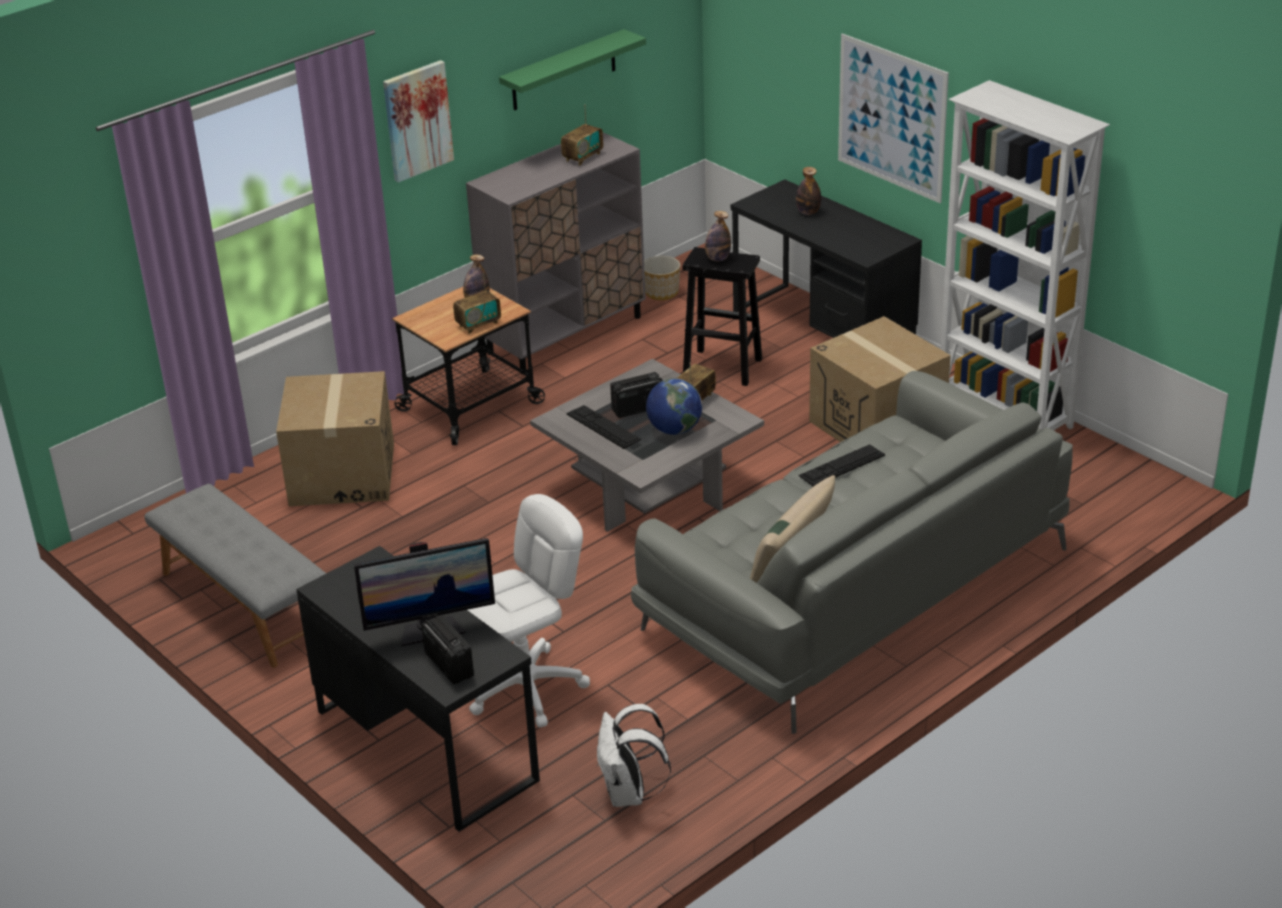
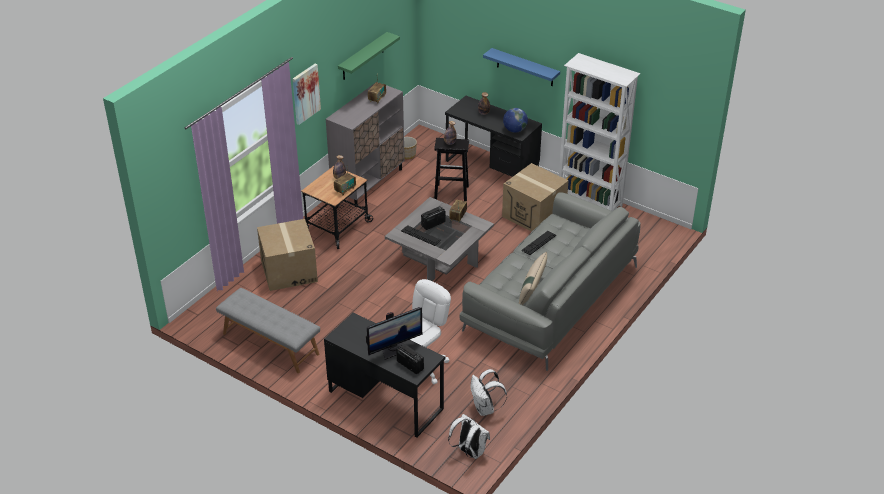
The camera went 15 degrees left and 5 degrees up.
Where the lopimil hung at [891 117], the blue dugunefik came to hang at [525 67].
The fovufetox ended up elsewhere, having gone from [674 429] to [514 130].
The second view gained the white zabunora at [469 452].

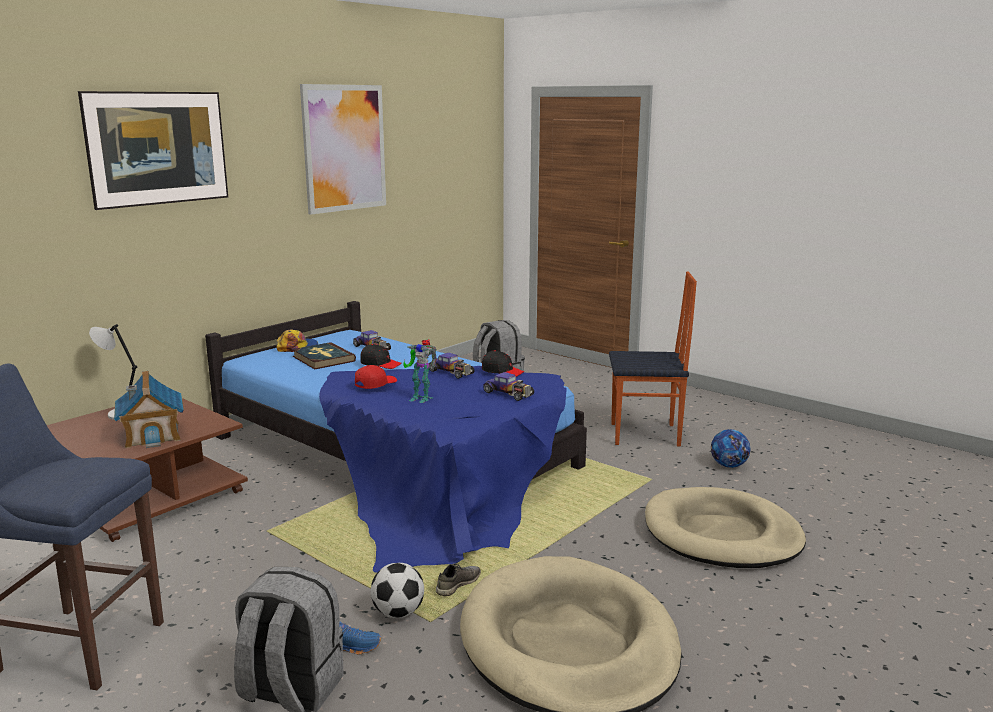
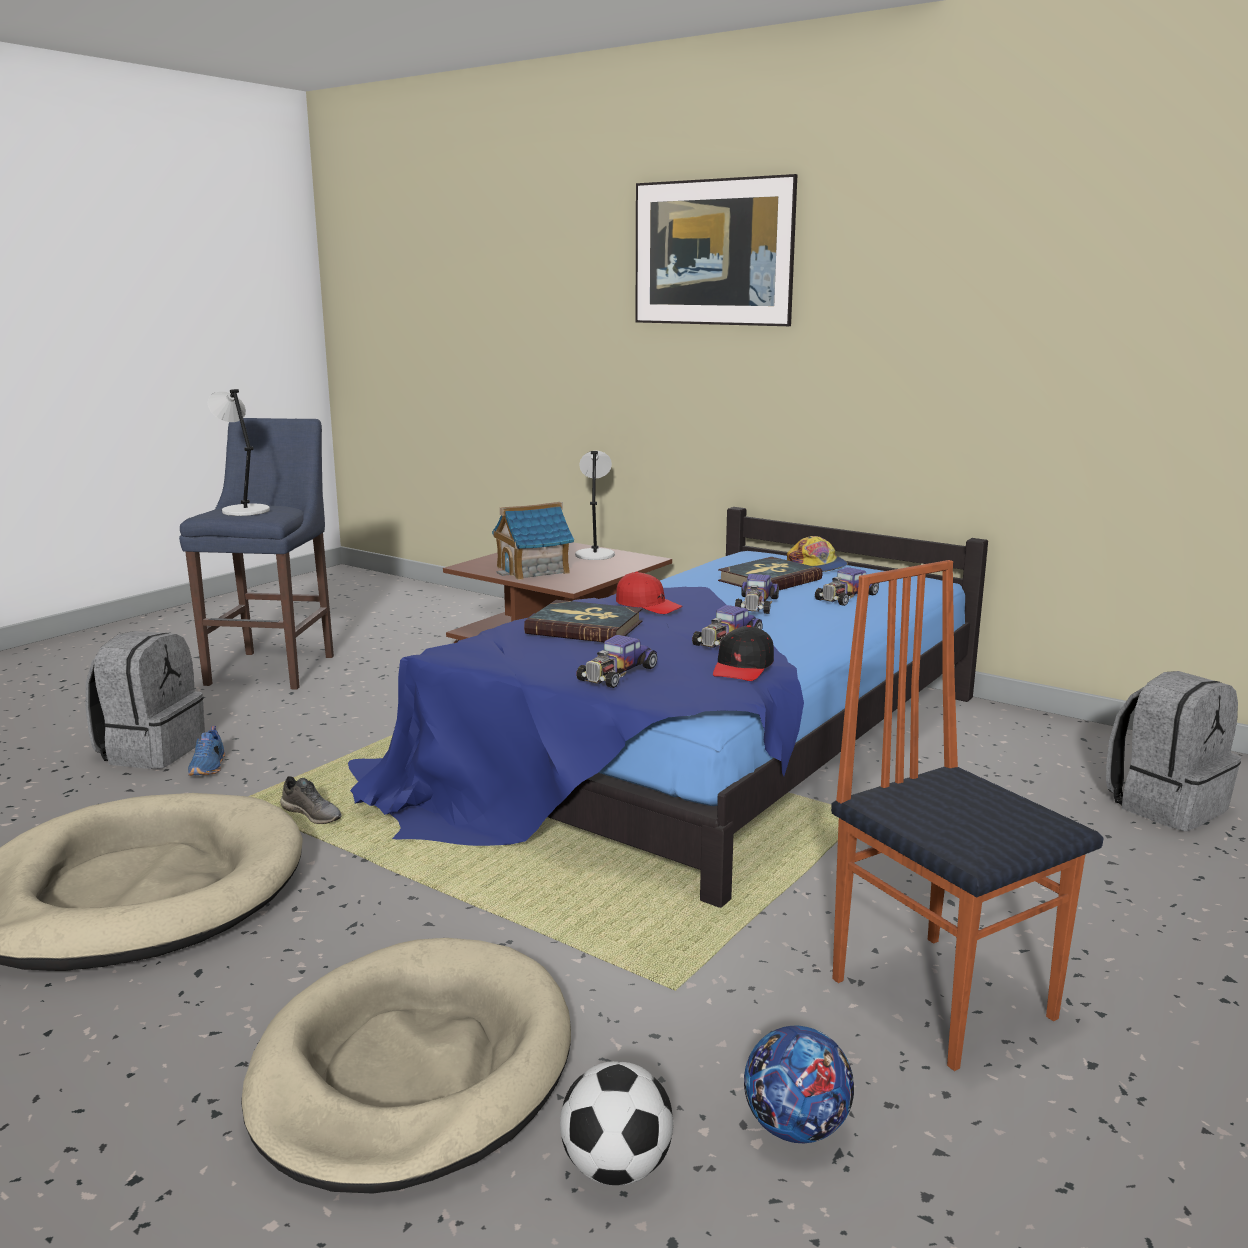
The camera went 85 degrees right and 0 degrees up.
The second view lost the lopimil at [344 148].
The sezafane at [646 435] ended up facing another way, 150 degrees clockwise from before.
Where the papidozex stood at [420 397], the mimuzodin came to stand at [585 627].
Where the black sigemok stood at [380 364], the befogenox came to stand at [756 604].
The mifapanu ended up elsewhere, having gone from [398 613] to [617 1168].
The second view gained the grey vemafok at [244 511].

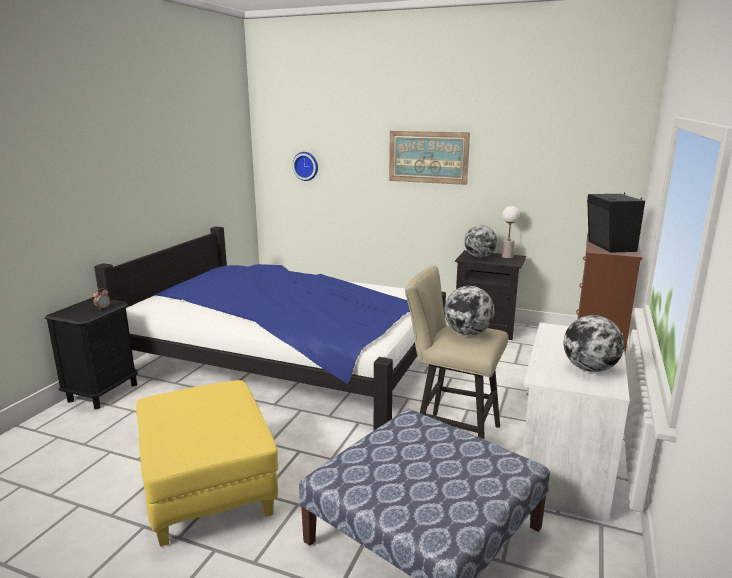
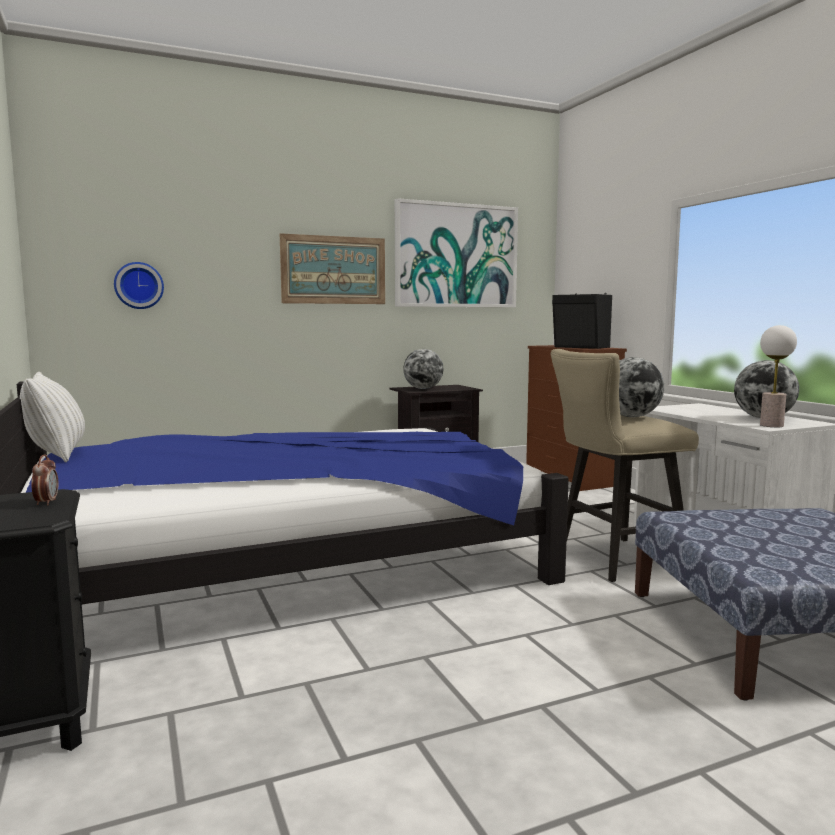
The camera went 45 degrees left and 10 degrees down.
The vemafok ended up elsewhere, having gone from [507 257] to [771 425].
The second view lost the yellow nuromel at [207 488].
The second view gained the lopimil at [456 256].
The second view gained the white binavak at [57 454].

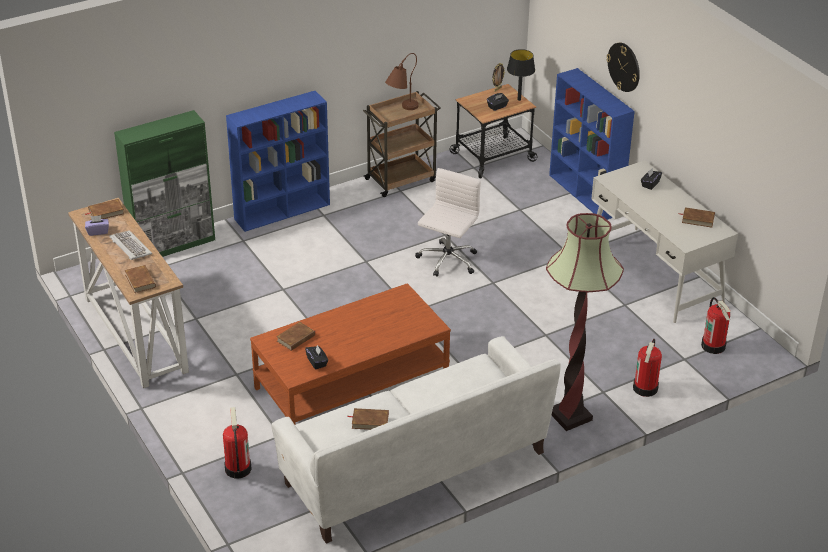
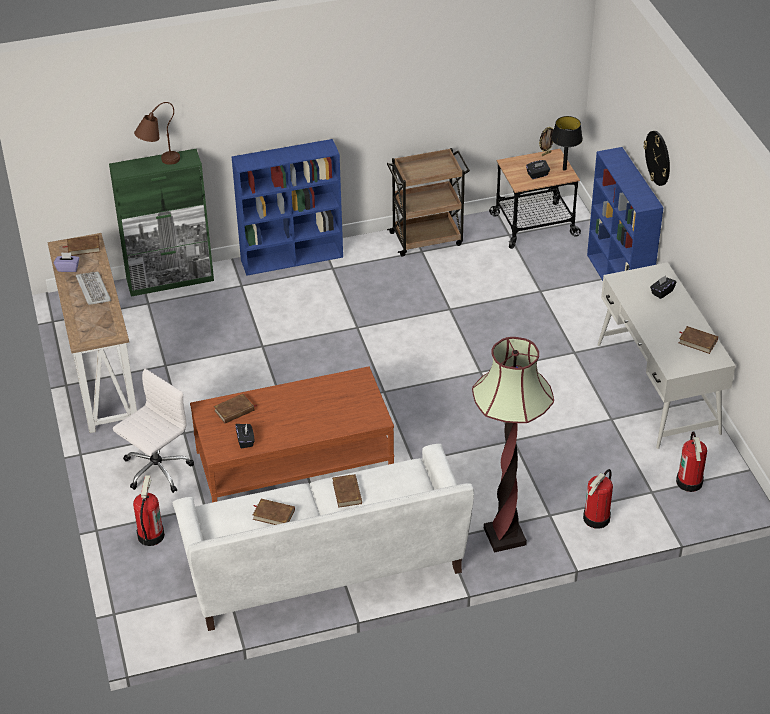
The camera went 15 degrees right and 5 degrees up.
The brown vemafok ended up elsewhere, having gone from [401 110] to [158 162].
The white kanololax ended up elsewhere, having gone from [447 261] to [156 470].
The brown mimuzodin ended up elsewhere, having gone from [140 281] to [347 492].

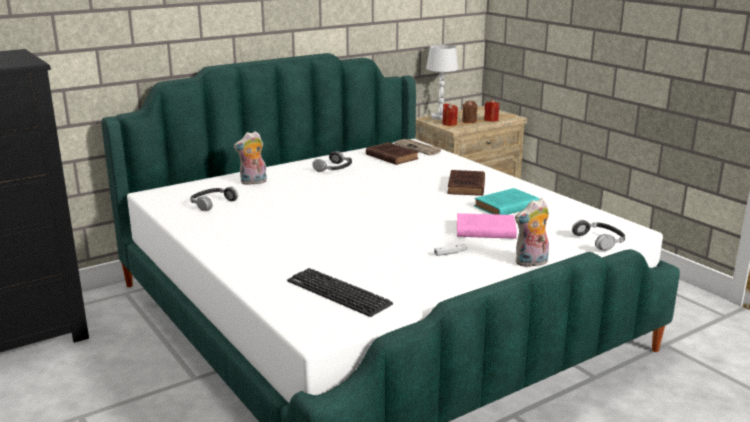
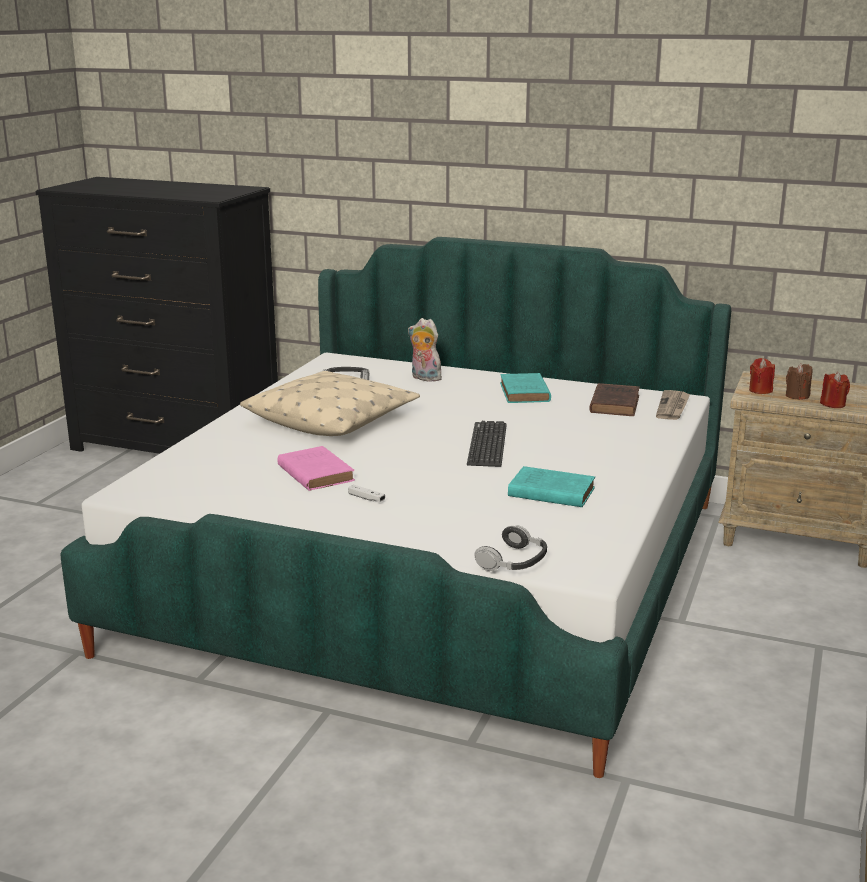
The camera went 55 degrees right and 0 degrees up.
The second view lost the white vemafok at [440 117].
Where the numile stood at [334 168], the turquoise mimuzodin came to stand at [525 393].
The second view lost the brown mimuzodin at [466 187].
The second view lost the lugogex at [531 263].
The pink mimuzodin ended up elsewhere, having gone from [483 230] to [314 472].
The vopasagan ended up elsewhere, having gone from [338 293] to [487 445].
The second view gained the beige binavak at [332 420].

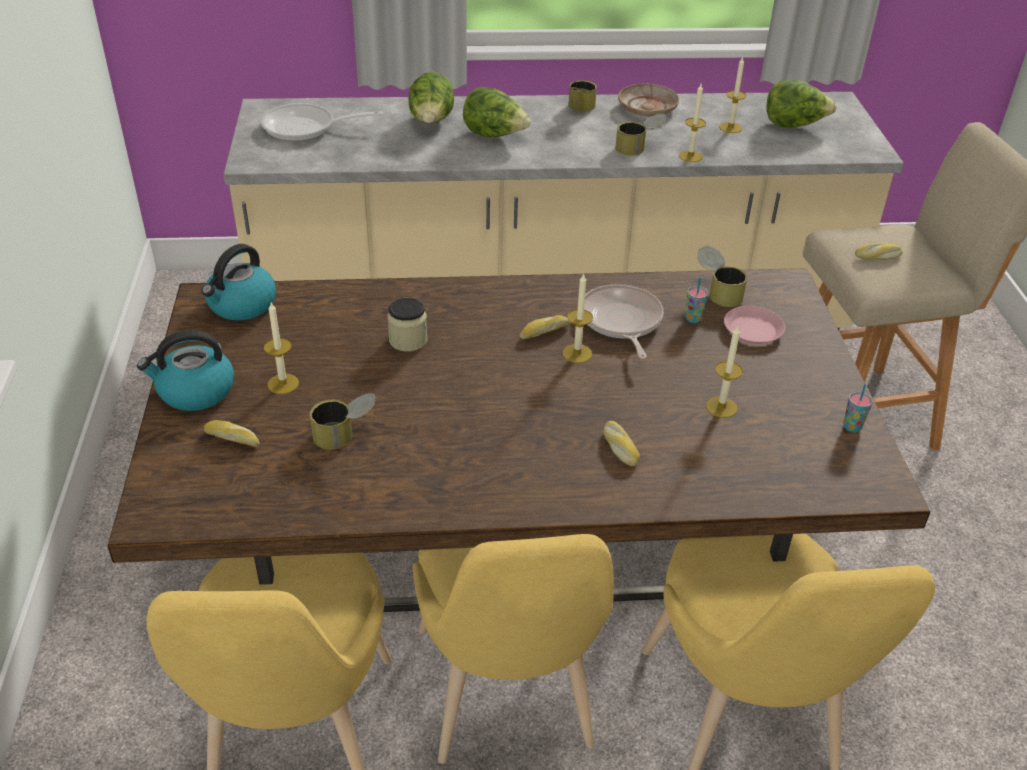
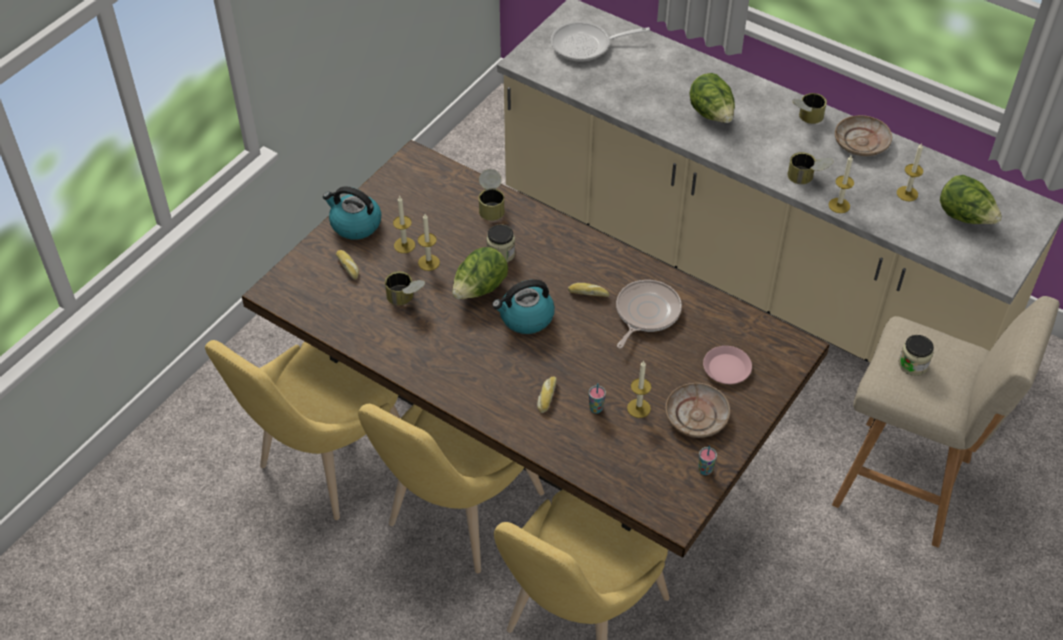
The camera went 40 degrees right and 10 degrees up.
The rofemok ended up elsewhere, having gone from [432 122] to [480 290].
The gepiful at [306 128] ended up facing another way, 45 degrees counterclockwise from before.
Where the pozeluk stood at [878 257], the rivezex came to stand at [913 364].
The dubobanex ended up elsewhere, having gone from [241 305] to [525 318].
The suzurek ended up elsewhere, having gone from [718 292] to [491 205].
The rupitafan ended up elsewhere, having gone from [577 353] to [429 262].
The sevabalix ended up elsewhere, having gone from [693 319] to [596 408].
The second view gained the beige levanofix at [697 416].

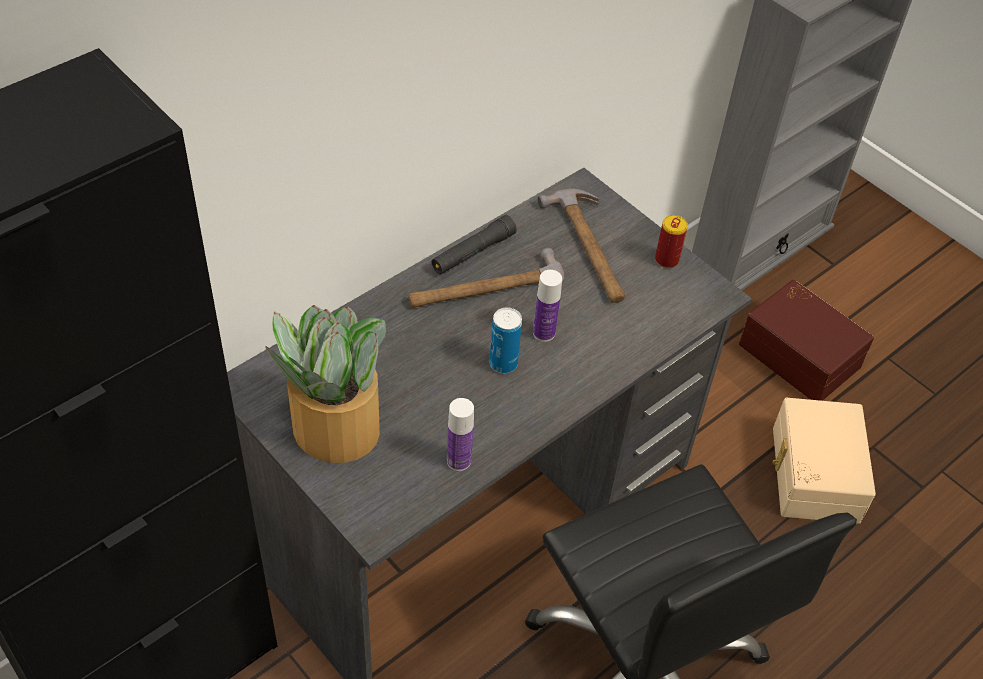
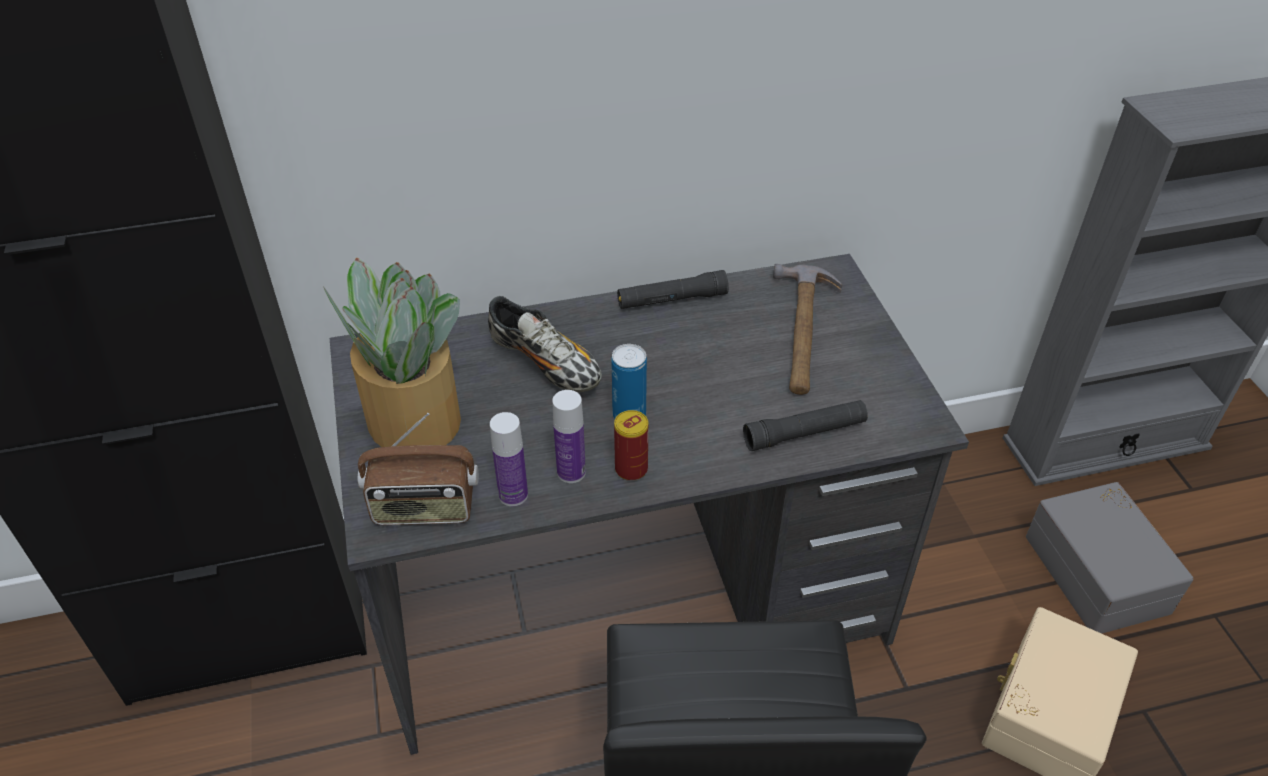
The camera went 30 degrees right and 5 degrees down.
The suzurek ended up elsewhere, having gone from [666 259] to [631 469].
The second view lost the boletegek at [486 291].
The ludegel ended up elsewhere, having gone from [544 333] to [571 472].
What was the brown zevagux at [801 354] turned into the grey zevagux at [1099 572].
The second view gained the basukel at [545 363].
The second view gained the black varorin at [805 433].
The second view gained the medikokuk at [424 508].

